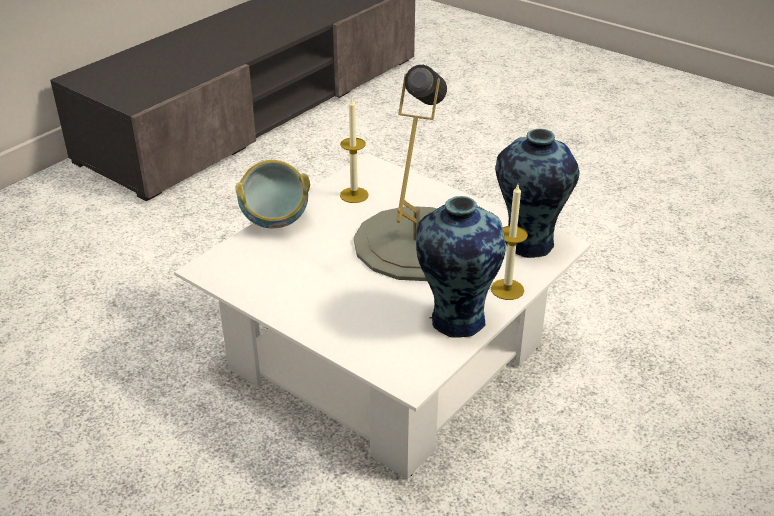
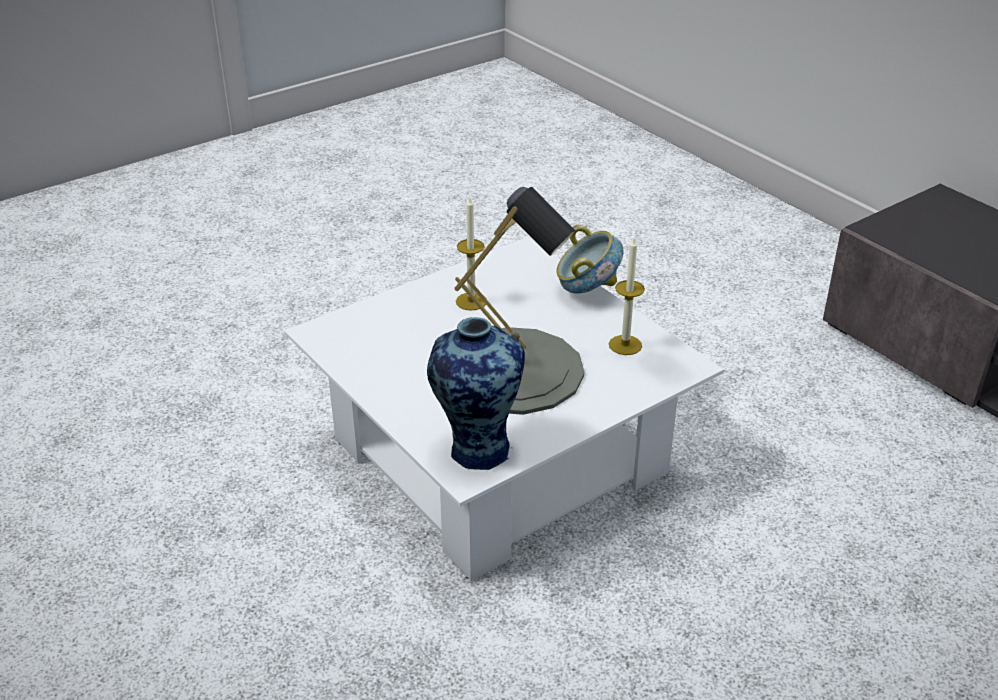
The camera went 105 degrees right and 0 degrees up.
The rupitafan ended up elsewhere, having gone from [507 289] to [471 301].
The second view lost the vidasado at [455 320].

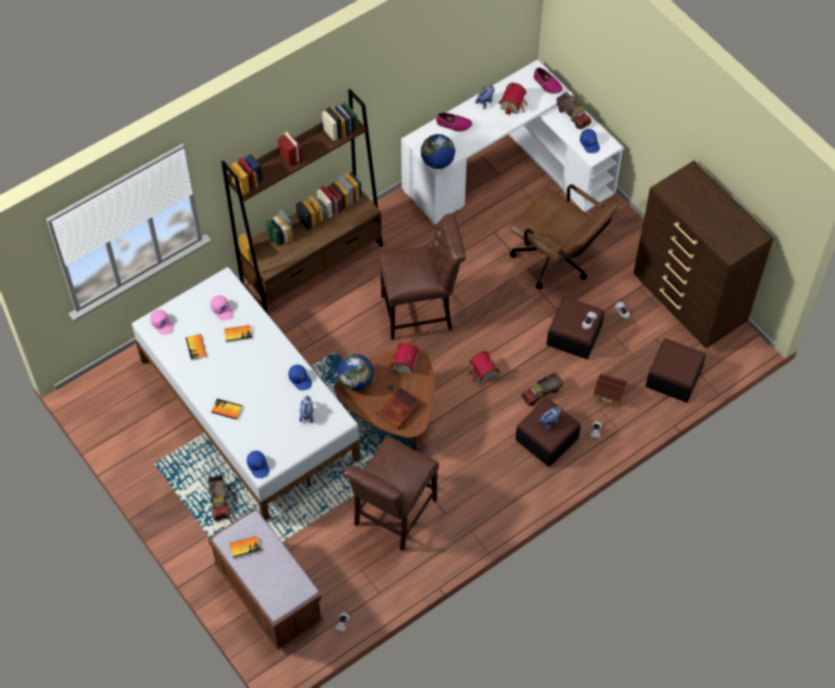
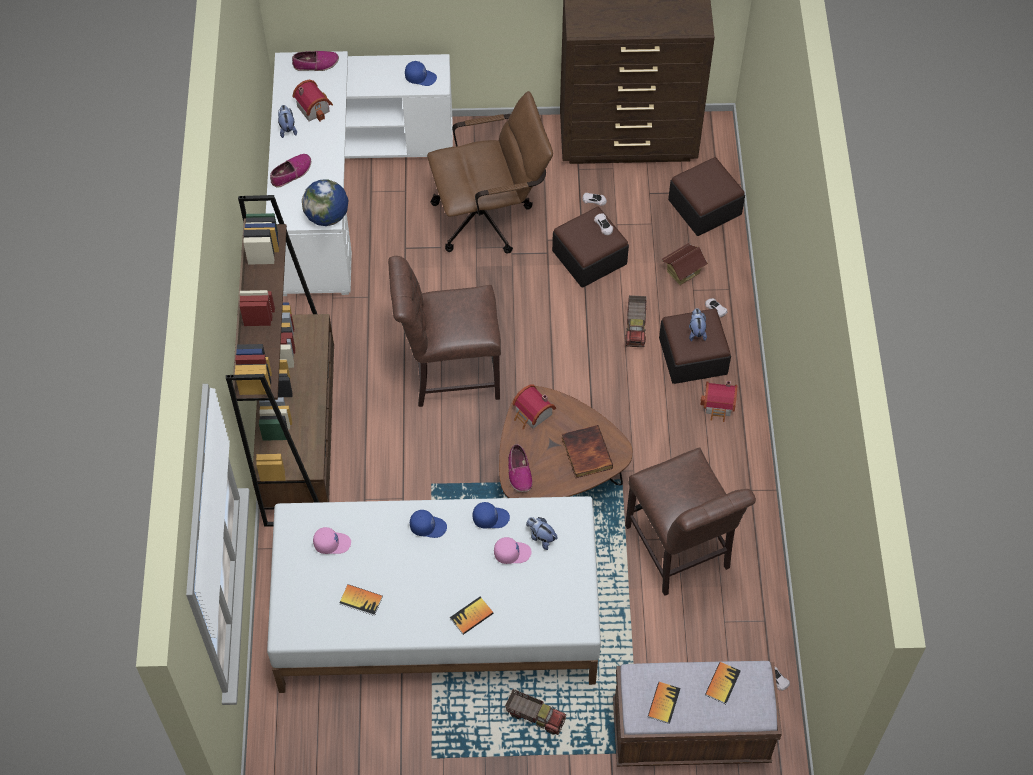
The camera went 55 degrees left and 0 degrees up.
The second view lost the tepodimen at [573 116].
The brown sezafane at [421 312] ended up facing another way, 120 degrees counterclockwise from before.
The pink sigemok ended up elsewhere, having gone from [162 324] to [512 552].
The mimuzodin ended up elsewhere, having gone from [238 334] to [722 683].
The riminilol ended up elsewhere, having gone from [482 373] to [719 406].
Where the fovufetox stood at [356 381], the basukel came to stand at [519 472].
The blue sigemok ended up elsewhere, having gone from [258 466] to [428 526].

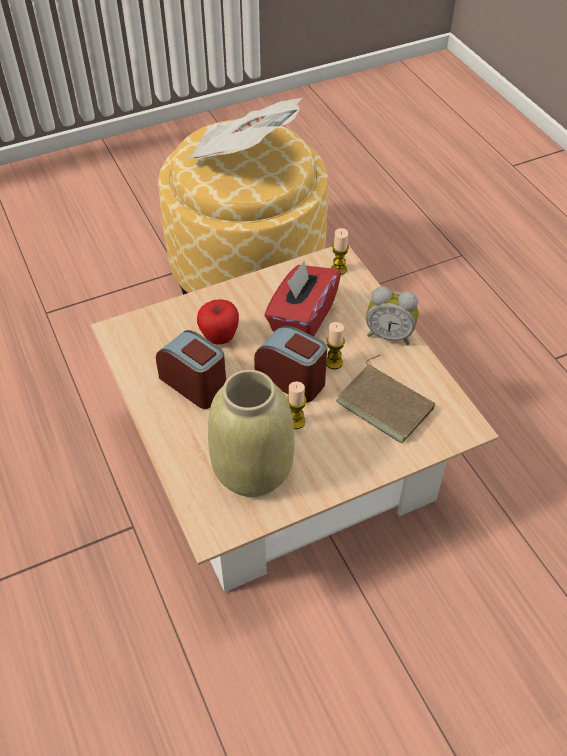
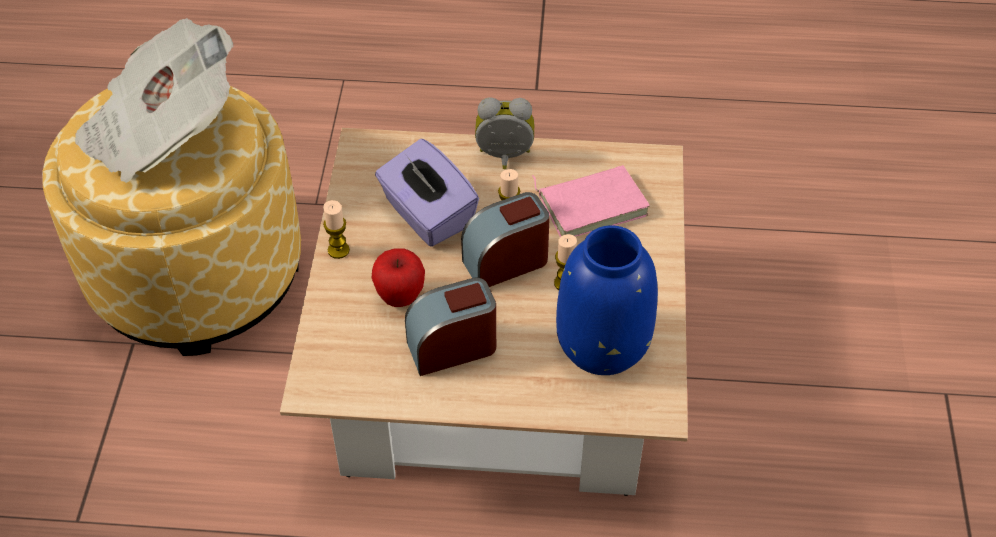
The camera went 60 degrees left and 0 degrees up.
The rupitafan ended up elsewhere, having gone from [338 269] to [338 250].
What was the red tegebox at [302 318] turned into the purple tegebox at [427 215].
The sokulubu at [389 335] ended up facing another way, 135 degrees counterclockwise from before.
What was the brown mimuzodin at [386 404] turned into the pink mimuzodin at [592 203].
What was the beige vidasado at [253 469] turned into the blue vidasado at [602 343].

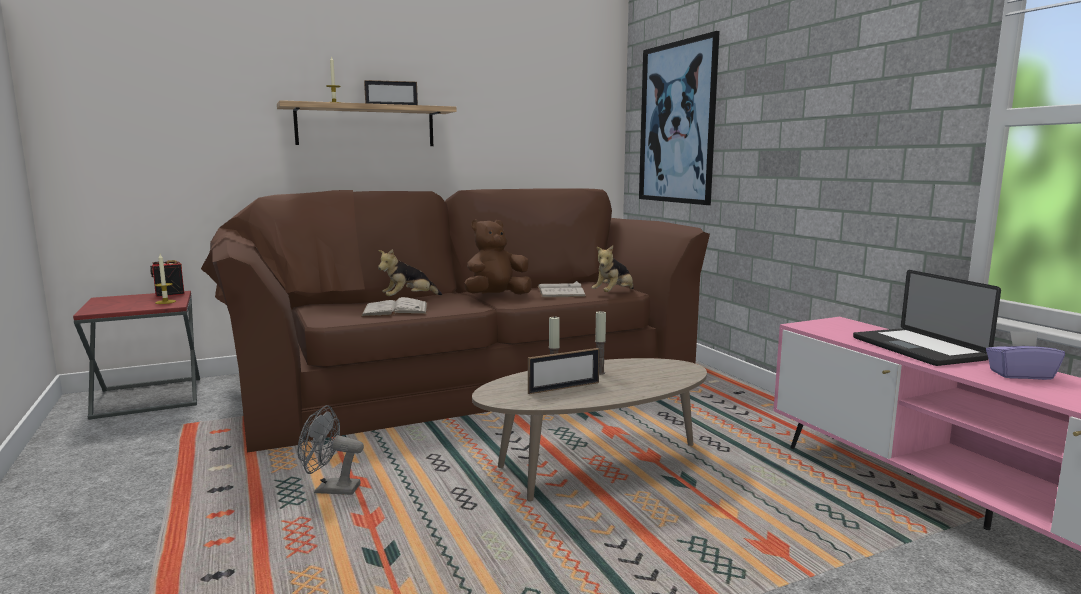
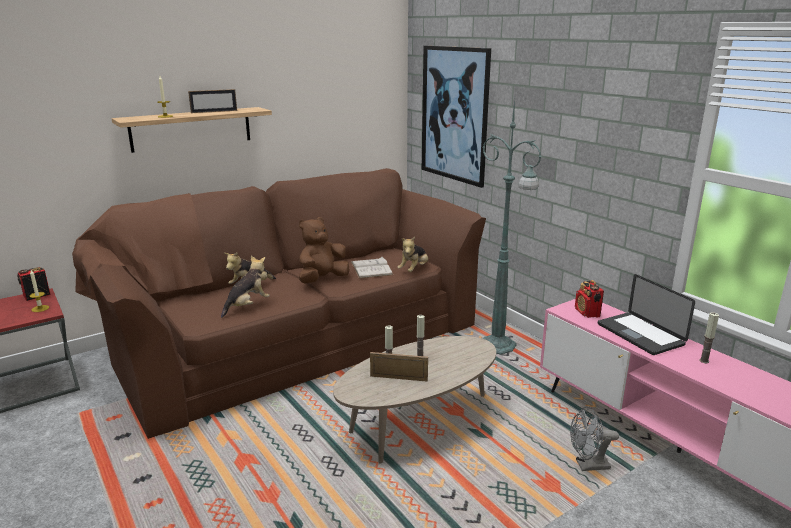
The camera went 10 degrees left and 10 degrees up.
Where the white mimuzodin stood at [395 309], the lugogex came to stand at [247 306].
Where the purple tegebox stood at [1020 375], the rupitafan came to stand at [704 361].
The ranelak at [564 388] ended up facing another way, 135 degrees counterclockwise from before.
The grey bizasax ended up elsewhere, having gone from [330 489] to [587 465].
The second view gained the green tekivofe at [499 346].
The second view gained the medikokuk at [587 313].

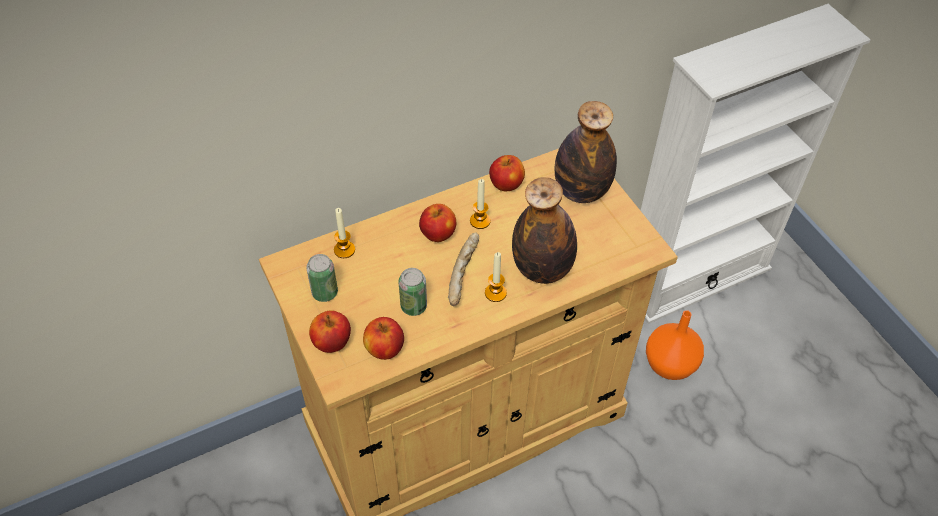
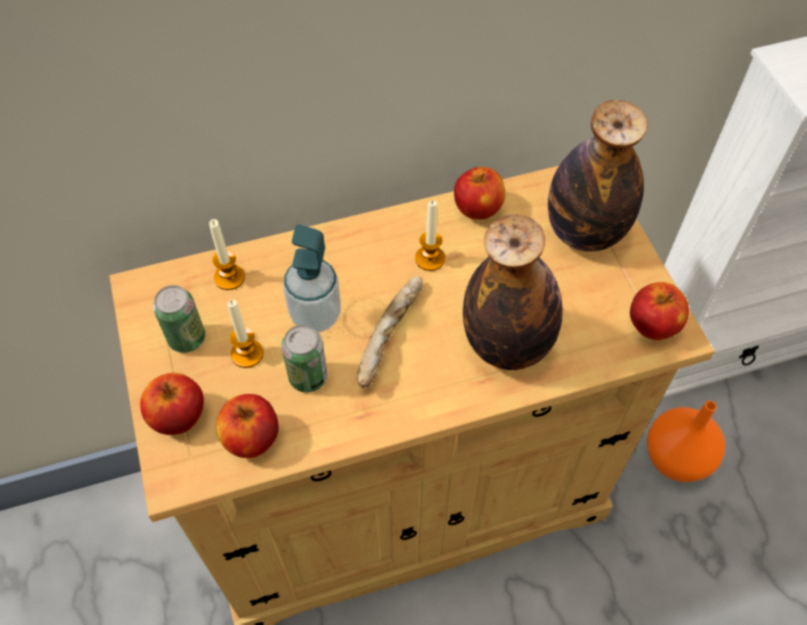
The camera went 10 degrees right and 5 degrees up.
The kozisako ended up elsewhere, having gone from [438 234] to [652 326].
The rupitafan ended up elsewhere, having gone from [495 293] to [247 354].
The second view gained the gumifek at [315 315].

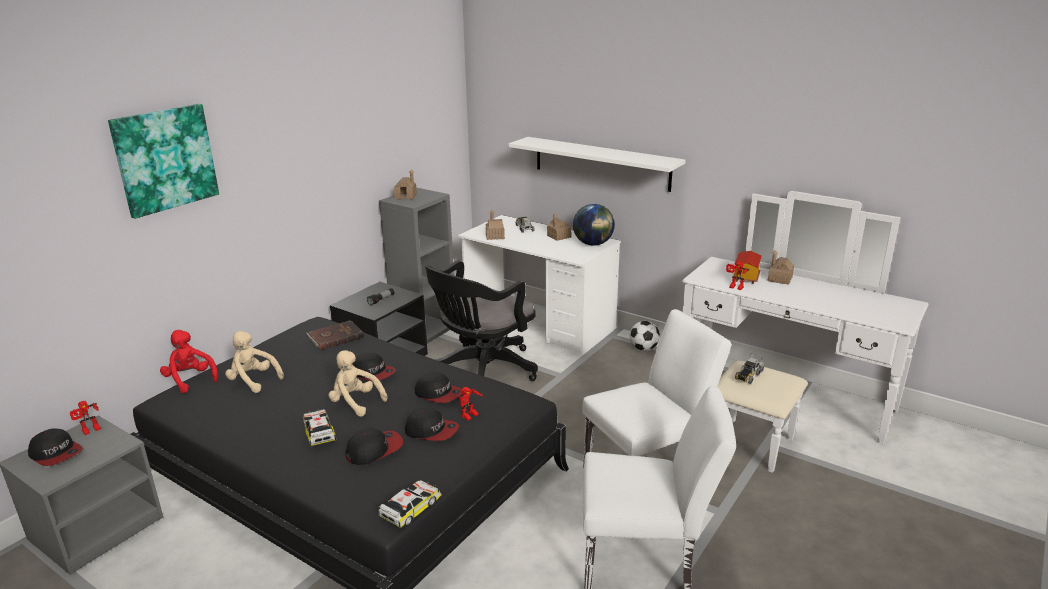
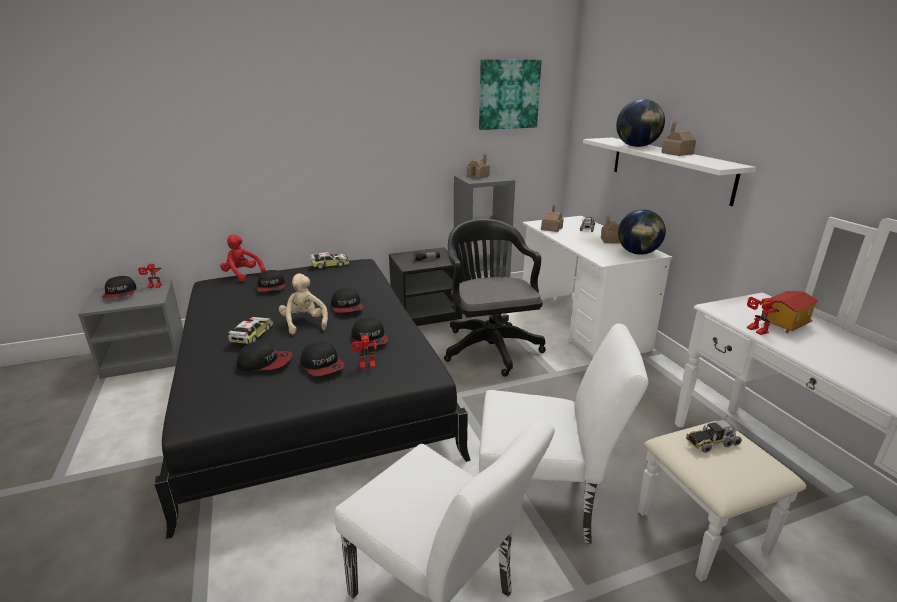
The camera went 35 degrees right and 0 degrees up.
The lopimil ended up elsewhere, having gone from [165 159] to [508 94].
The riminilol ended up elsewhere, having gone from [779 279] to [677 153].
The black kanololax at [482 371] ended up facing another way, 90 degrees clockwise from before.
The second view lost the brown mimuzodin at [335 337].
The second view lost the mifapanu at [643 348].
The red lugogex at [190 380] ended up facing another way, 45 degrees counterclockwise from before.
Where the beige lugogex stood at [253 381], the sigemok came to stand at [271 287].
The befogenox ended up elsewhere, having gone from [411 508] to [330 264].
The second view gained the fovufetox at [637 146].

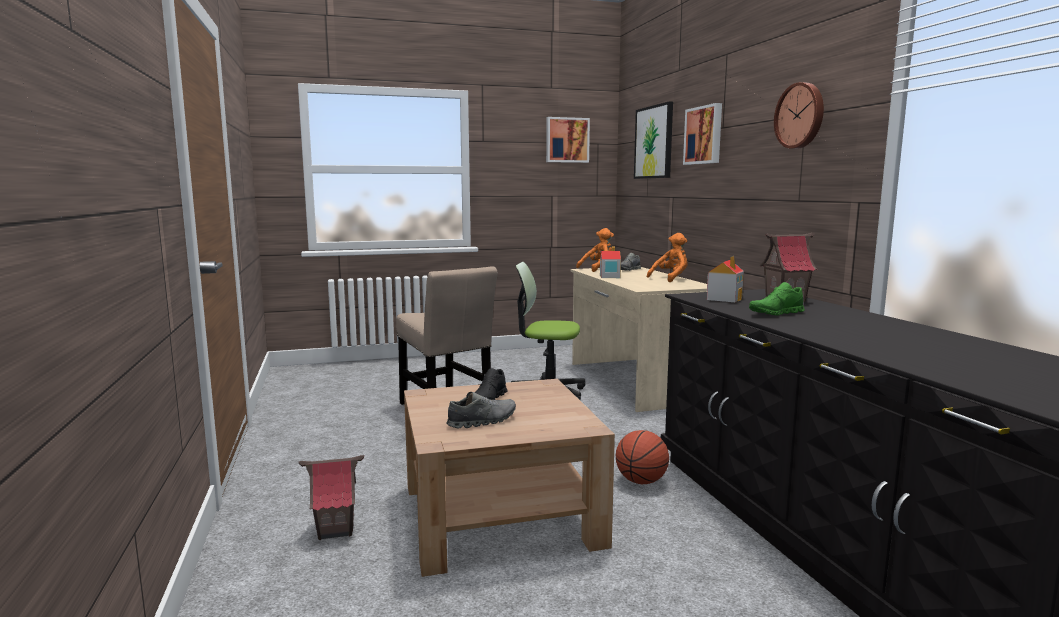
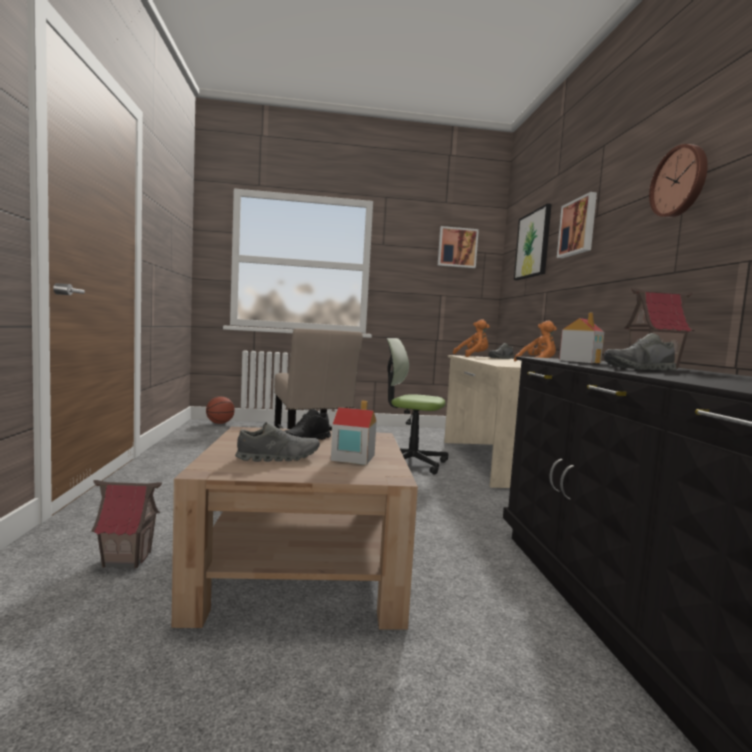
The camera went 10 degrees right and 5 degrees down.
The riminilol ended up elsewhere, having gone from [609 276] to [352 457].
What was the green basukel at [776 313] turned into the grey basukel at [638 369].
The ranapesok ended up elsewhere, having gone from [641 481] to [220 423].

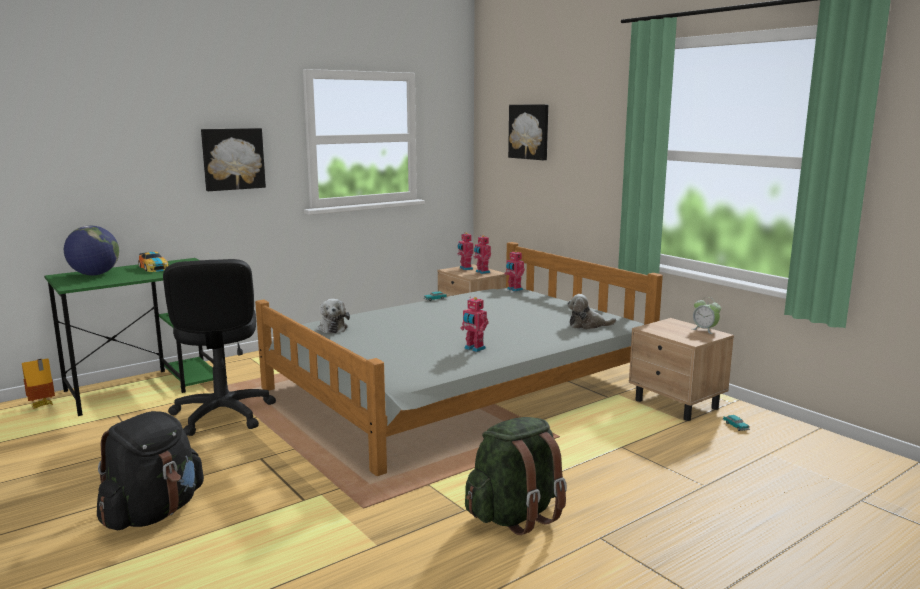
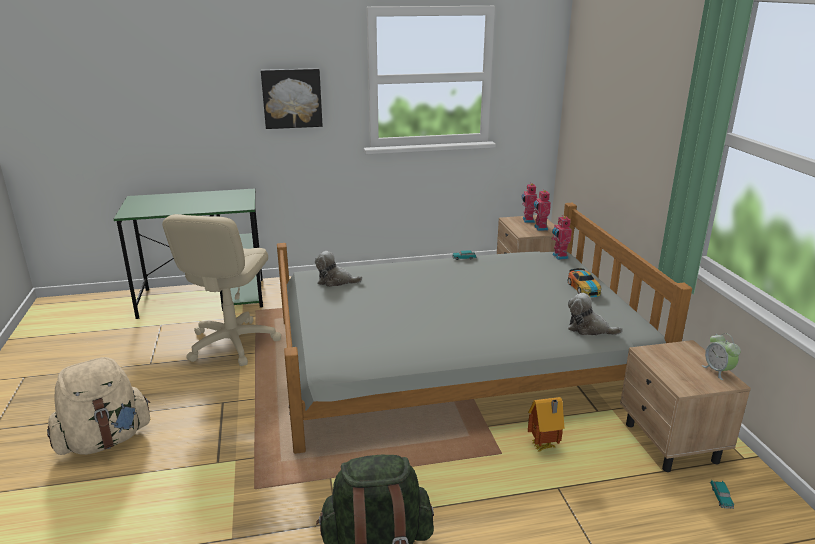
The camera went 25 degrees right and 10 degrees up.
The second view lost the lopimil at [529 131].
The second view lost the fovufetox at [94 274].
The befogenox ended up elsewhere, having gone from [154 268] to [584 288].
What was the black kanololax at [222 415] turned into the beige kanololax at [232 343].
The second view lost the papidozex at [474 349].
The lugogex at [332 328] ended up facing another way, 90 degrees clockwise from before.
The riminilol ended up elsewhere, having gone from [42 406] to [544 447].
What was the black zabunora at [153 513] turned into the beige zabunora at [105 440].

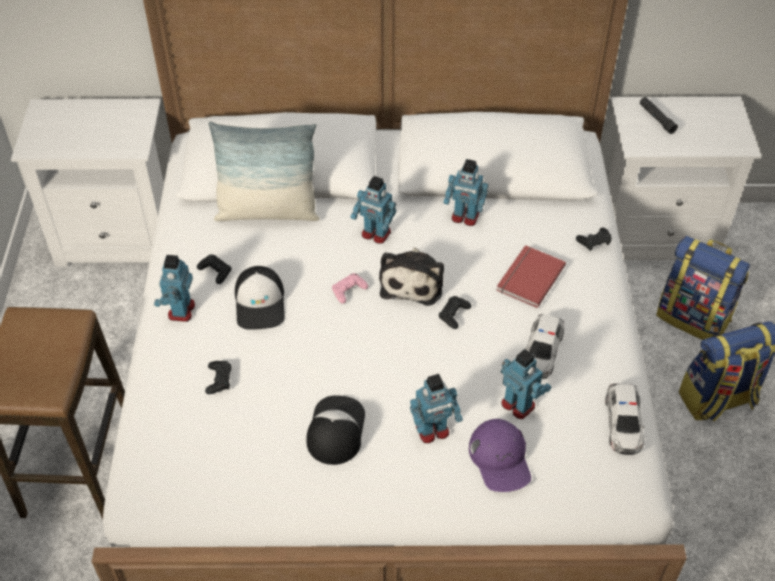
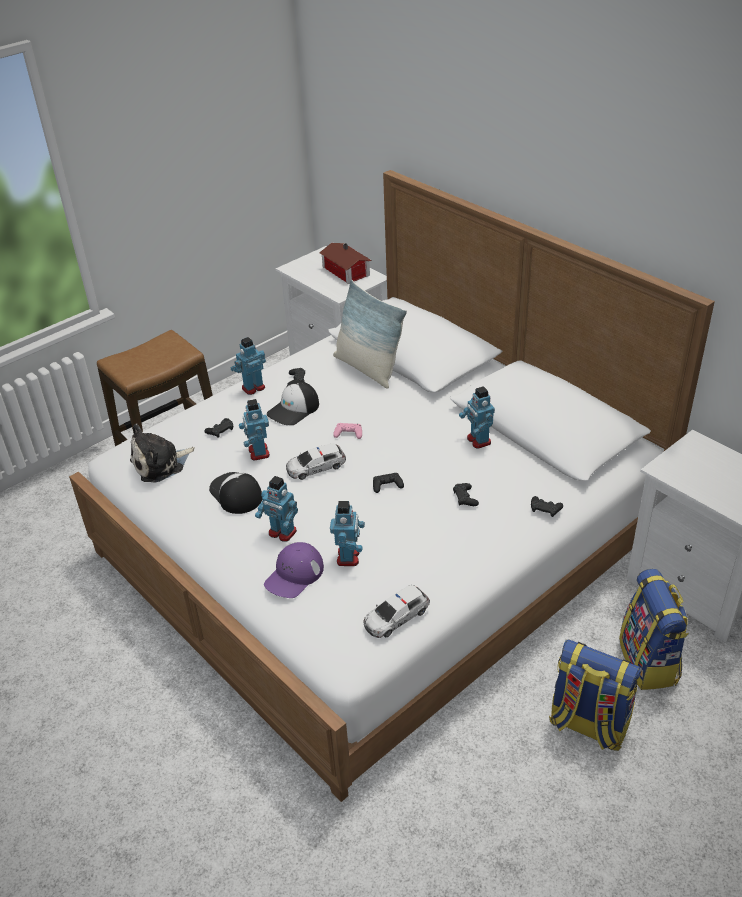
The camera went 50 degrees right and 10 degrees down.
The second view lost the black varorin at [656 119].
The papidozex ended up elsewhere, having gone from [375 234] to [258 453].
Where the red mimuzodin stood at [528 277], the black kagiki came to stand at [465 498].
The lugogex ended up elsewhere, having gone from [413 282] to [161 464].
The befogenox ended up elsewhere, having gone from [541 351] to [316 467].
The sigemok at [335 430] ended up facing another way, 90 degrees counterclockwise from before.
The second view gained the riminilol at [345 272].

